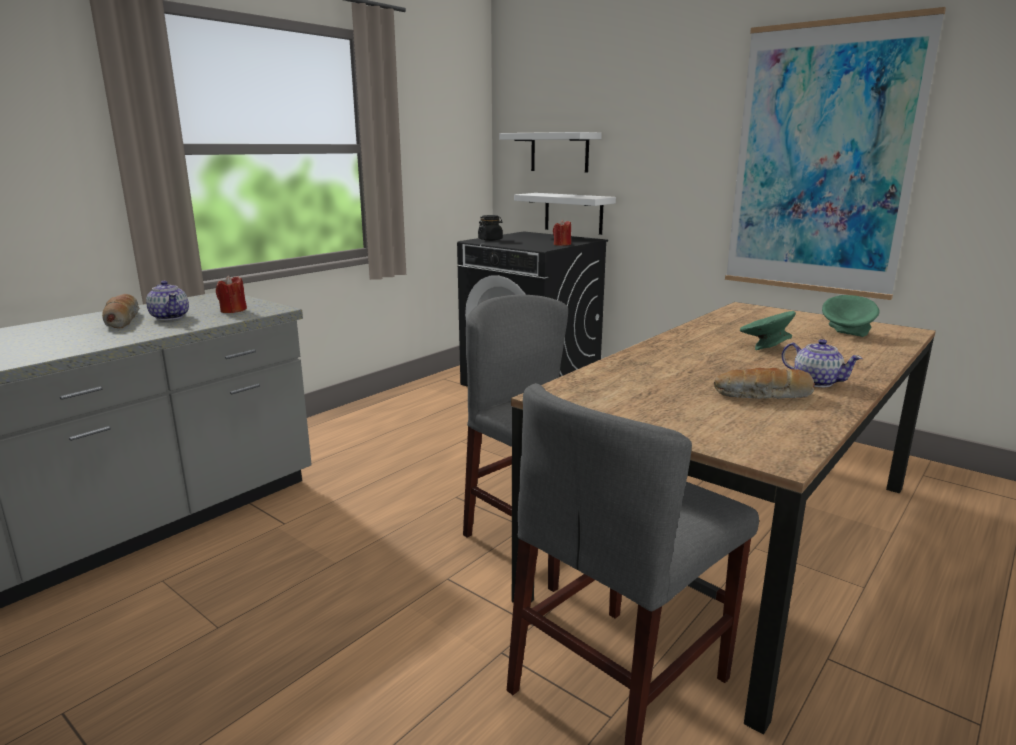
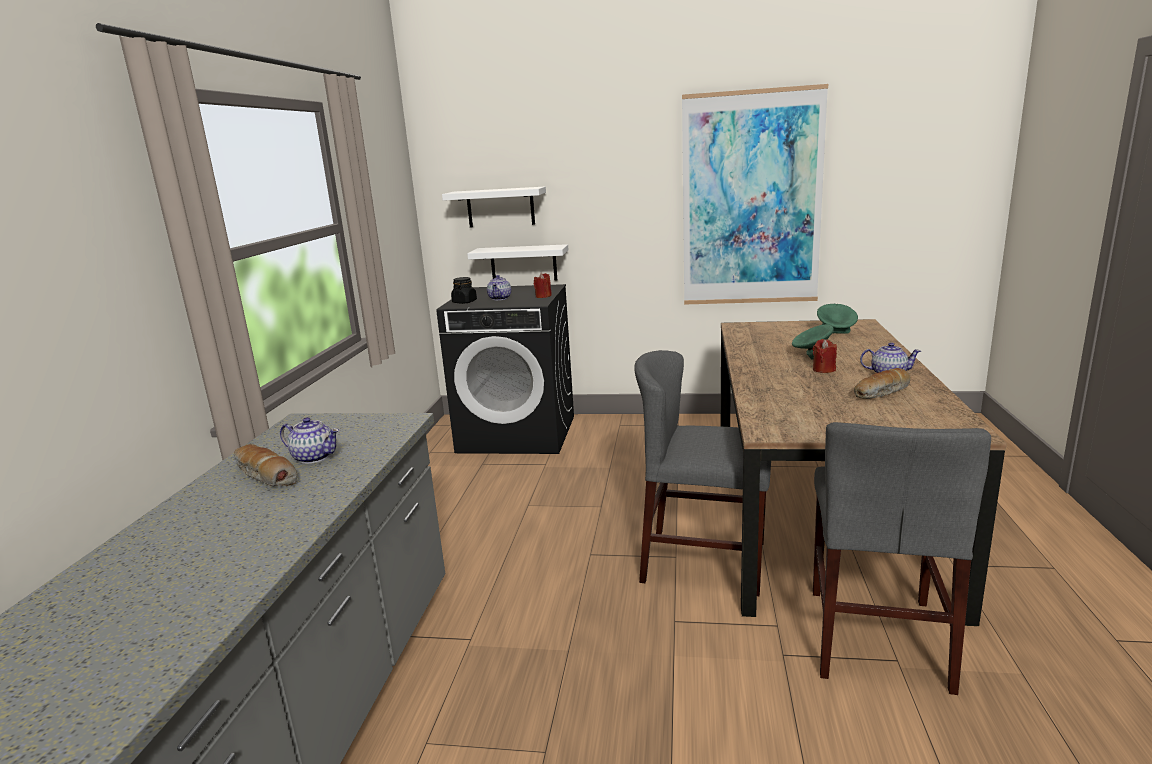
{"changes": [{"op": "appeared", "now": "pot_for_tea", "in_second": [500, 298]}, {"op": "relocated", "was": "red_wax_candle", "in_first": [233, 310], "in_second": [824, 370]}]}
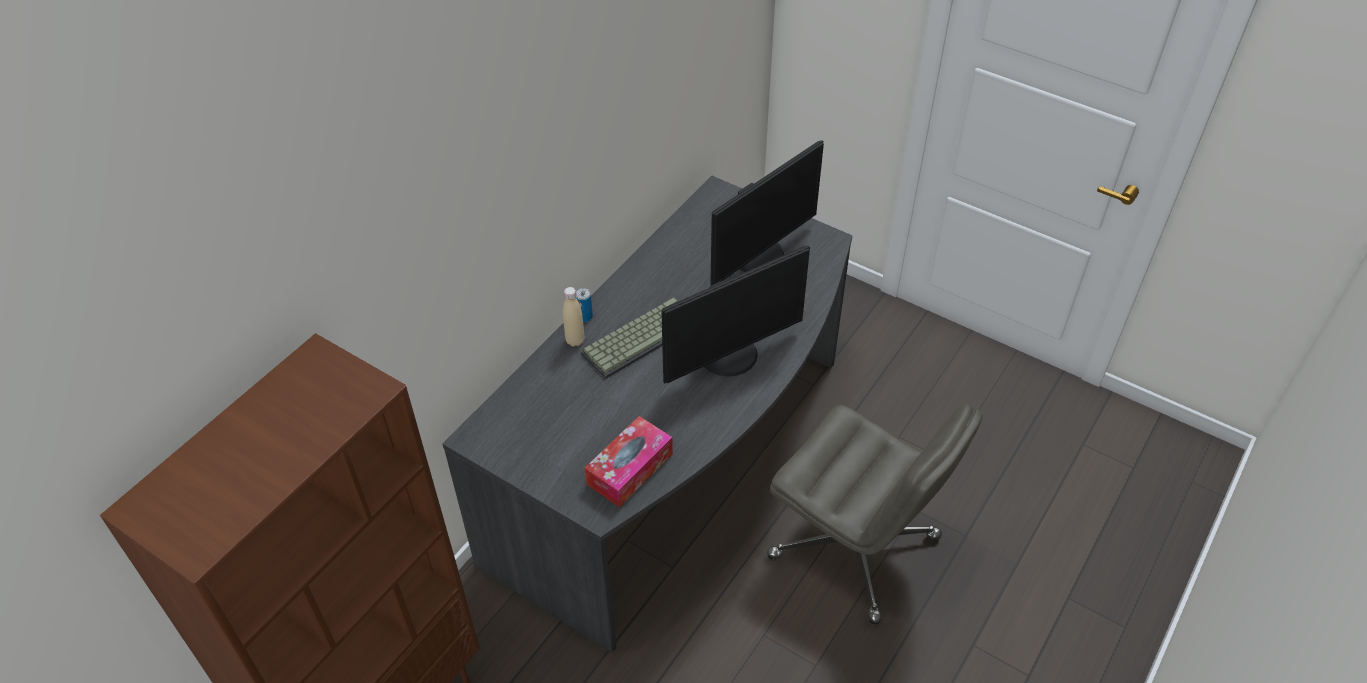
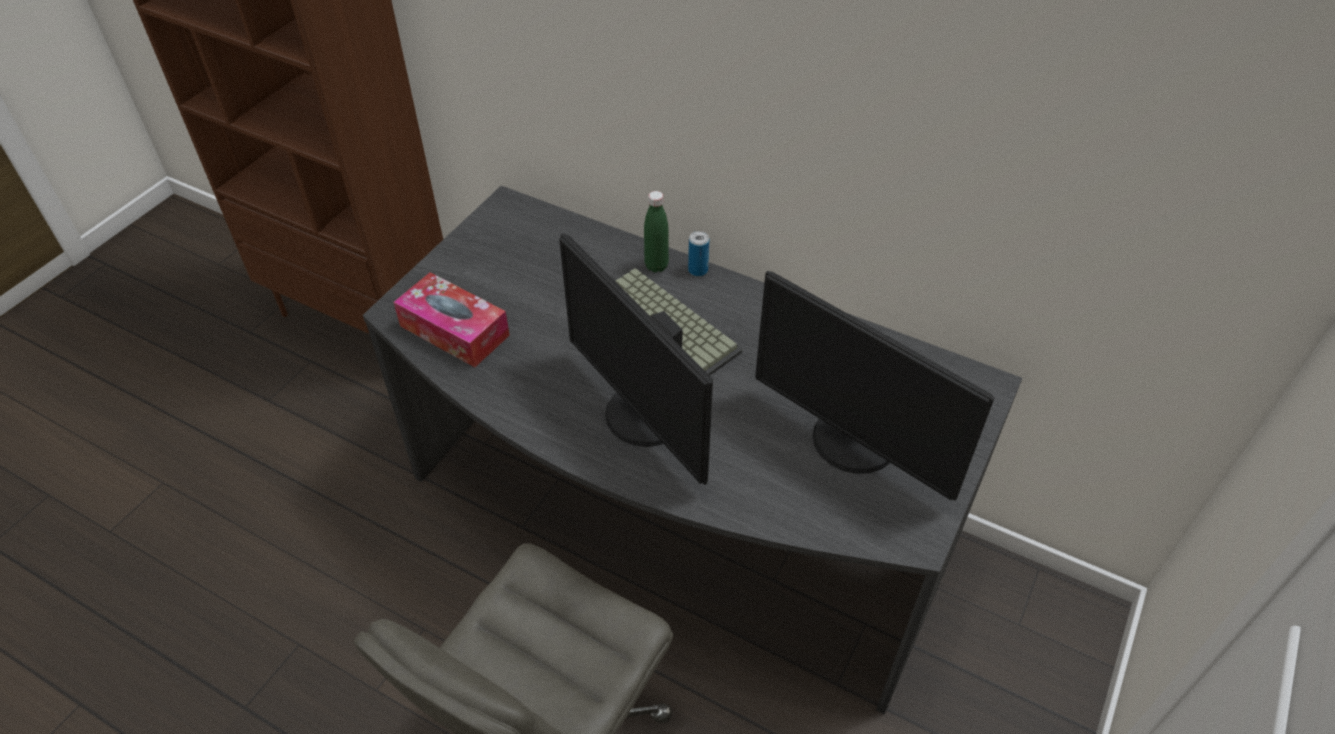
{"changes": [{"op": "colour", "was": "beige_bottle", "now": "greenish_bottle", "in_first": [575, 340], "in_second": [656, 266]}]}
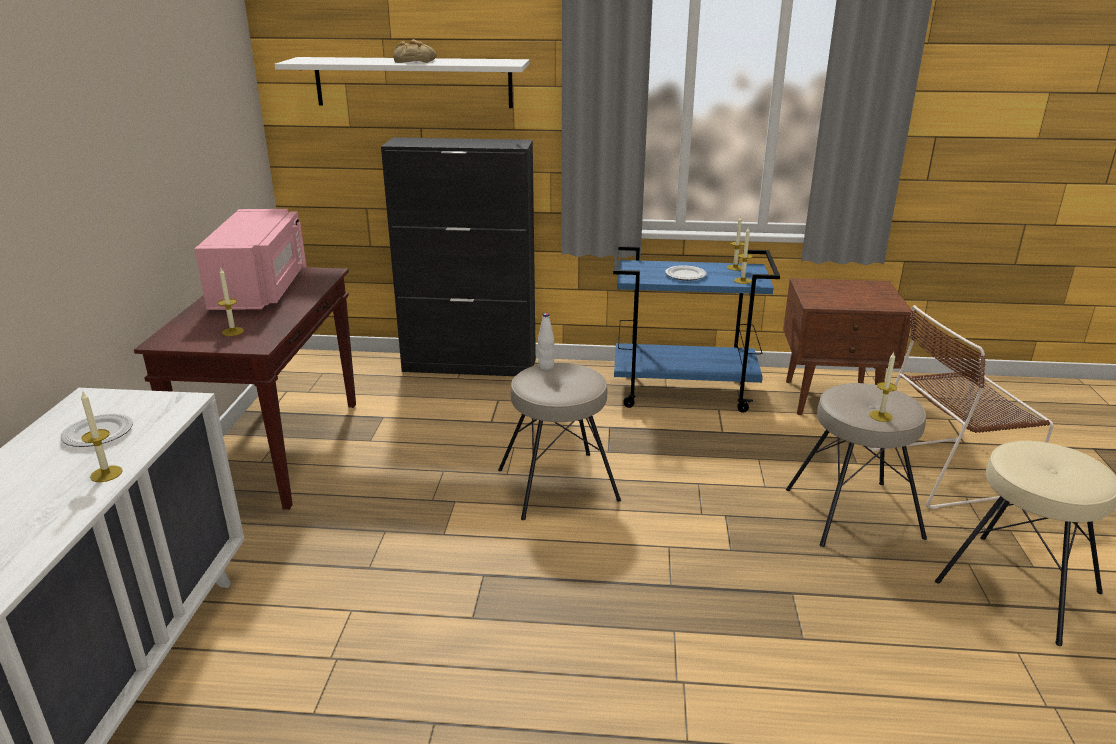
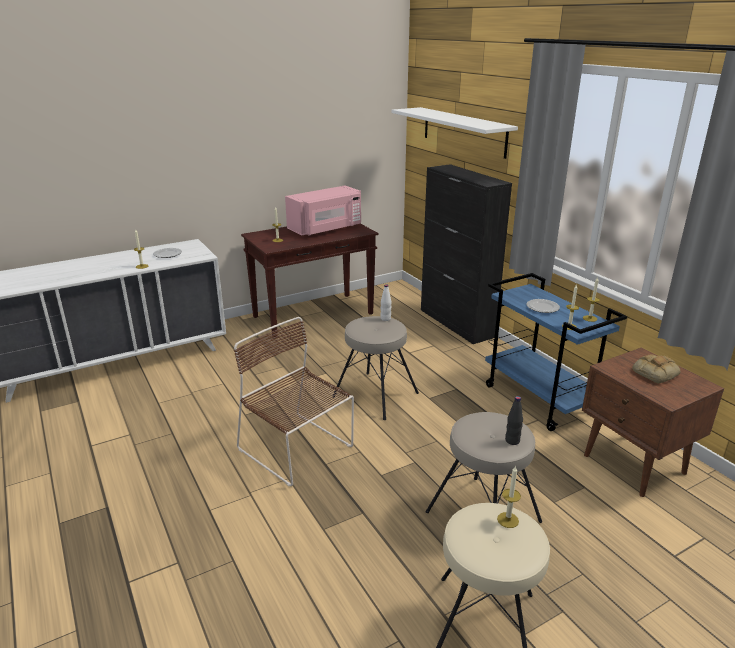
{"changes": [{"op": "relocated", "was": "brownish_chair", "in_first": [949, 471], "in_second": [297, 449]}, {"op": "relocated", "was": "wax_candle", "in_first": [881, 416], "in_second": [508, 520]}, {"op": "appeared", "now": "blackish_bottle", "in_second": [512, 441]}, {"op": "relocated", "was": "bakery_bread", "in_first": [414, 61], "in_second": [654, 372]}]}
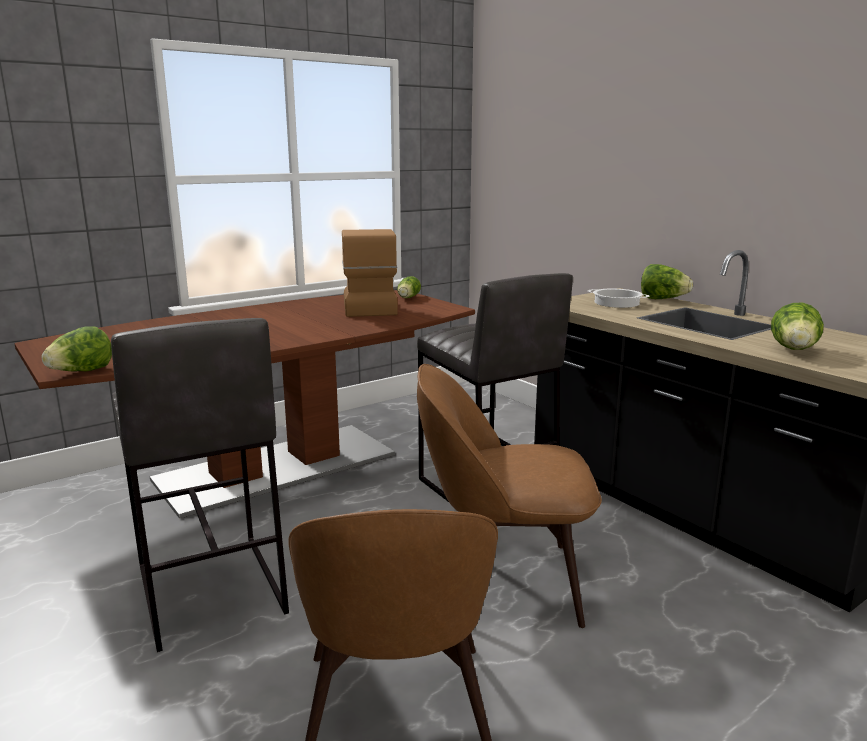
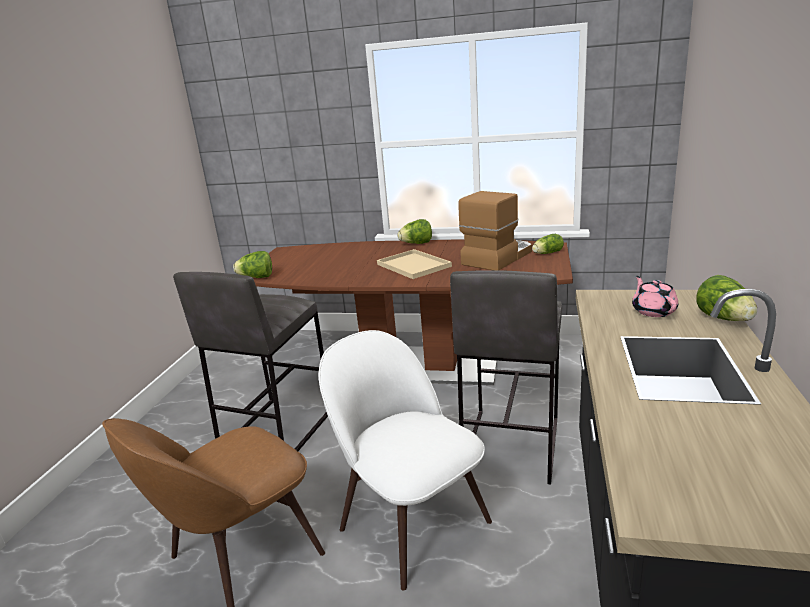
{"changes": [{"op": "colour", "was": "brownish_chair", "now": "white-coloured_chair", "in_first": [504, 581], "in_second": [410, 521]}, {"op": "appeared", "now": "beige_carrying_tray", "in_second": [415, 265]}, {"op": "relocated", "was": "head_of_lettuce", "in_first": [794, 350], "in_second": [416, 244]}, {"op": "exchanged", "was": "saucepot", "now": "pink_pot_for_tea", "in_first": [616, 303], "in_second": [653, 311]}]}
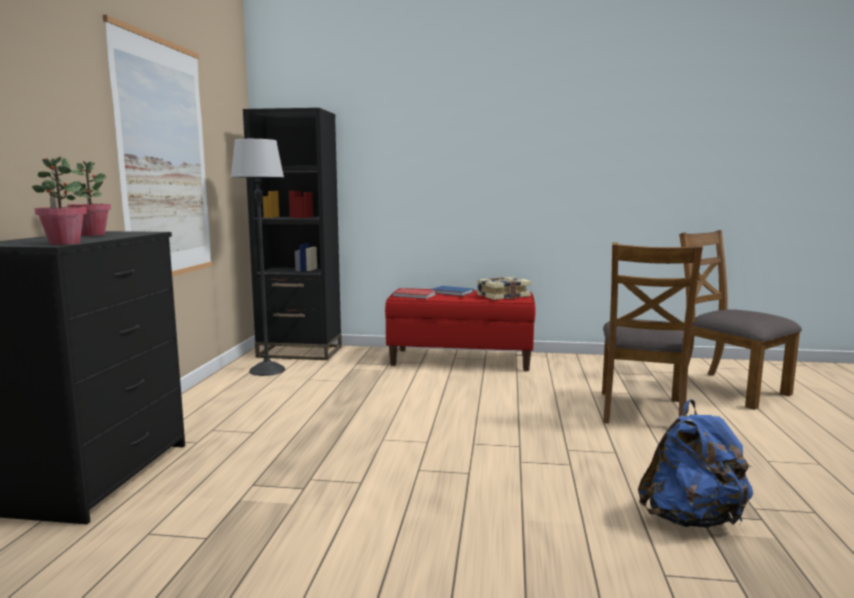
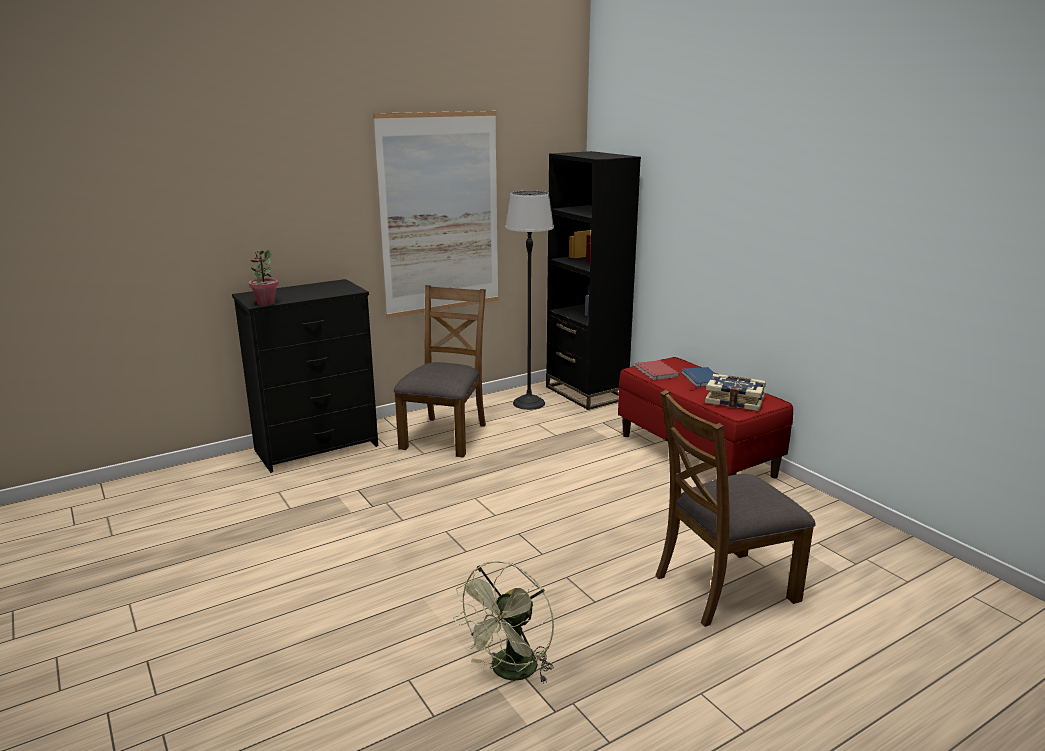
{"changes": [{"op": "relocated", "was": "brownish_chair", "in_first": [729, 389], "in_second": [445, 436]}, {"op": "exchanged", "was": "blue-coloured_backpack", "now": "greenish_cooling_fan", "in_first": [691, 519], "in_second": [510, 673]}, {"op": "missing", "was": "potted_plant", "in_first": [92, 234]}]}
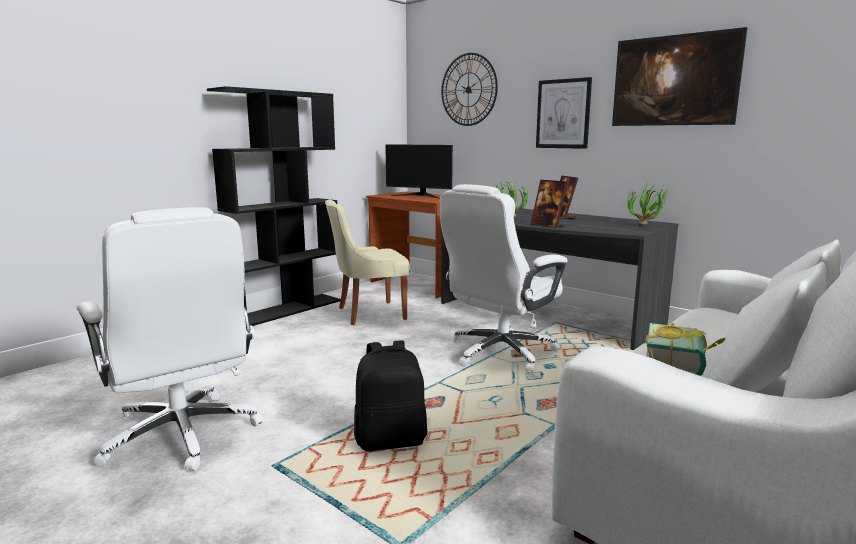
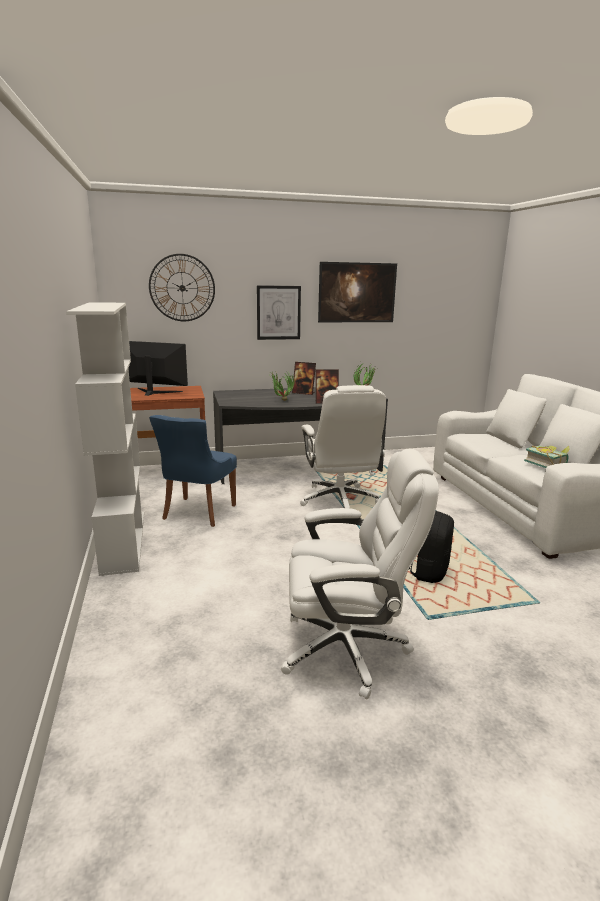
{"changes": [{"op": "colour", "was": "blackish_bookcase", "now": "white-coloured_bookcase", "in_first": [287, 310], "in_second": [123, 540]}, {"op": "spun", "was": "computer_display", "in_first": [419, 196], "in_second": [154, 392], "clockwise": -135}, {"op": "colour", "was": "beige_chair", "now": "blue-coloured_chair", "in_first": [368, 313], "in_second": [197, 513]}]}
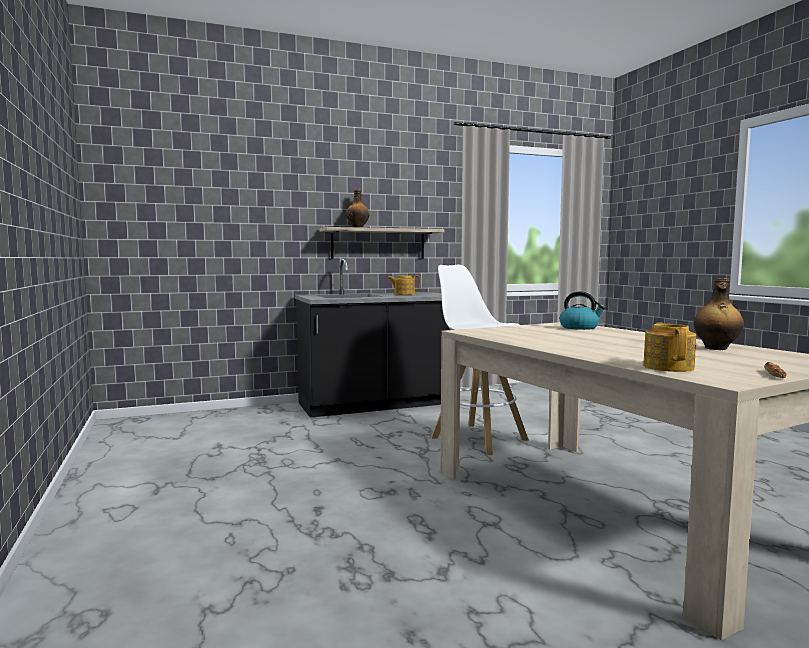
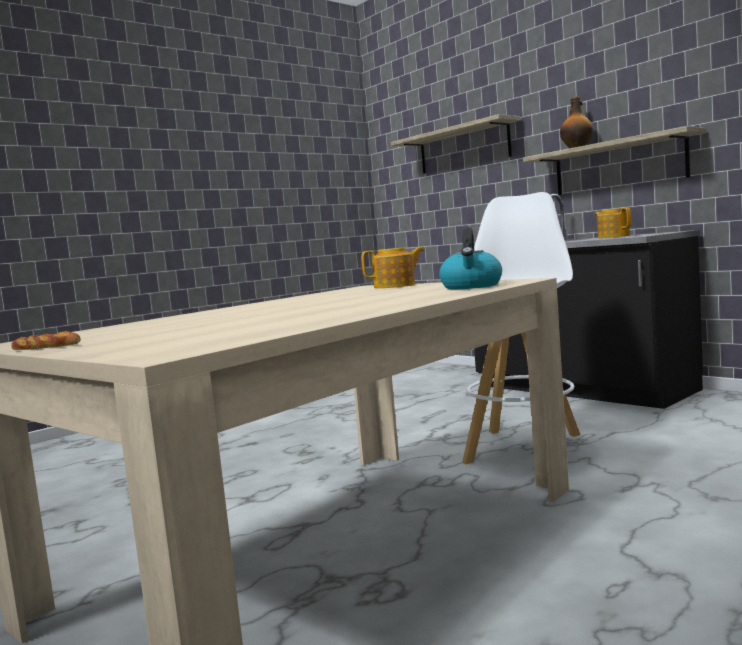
{"changes": [{"op": "relocated", "was": "pot_for_tea", "in_first": [668, 367], "in_second": [396, 286]}, {"op": "appeared", "now": "wall_shelf", "in_second": [463, 148]}, {"op": "missing", "was": "bottle", "in_first": [716, 348]}]}
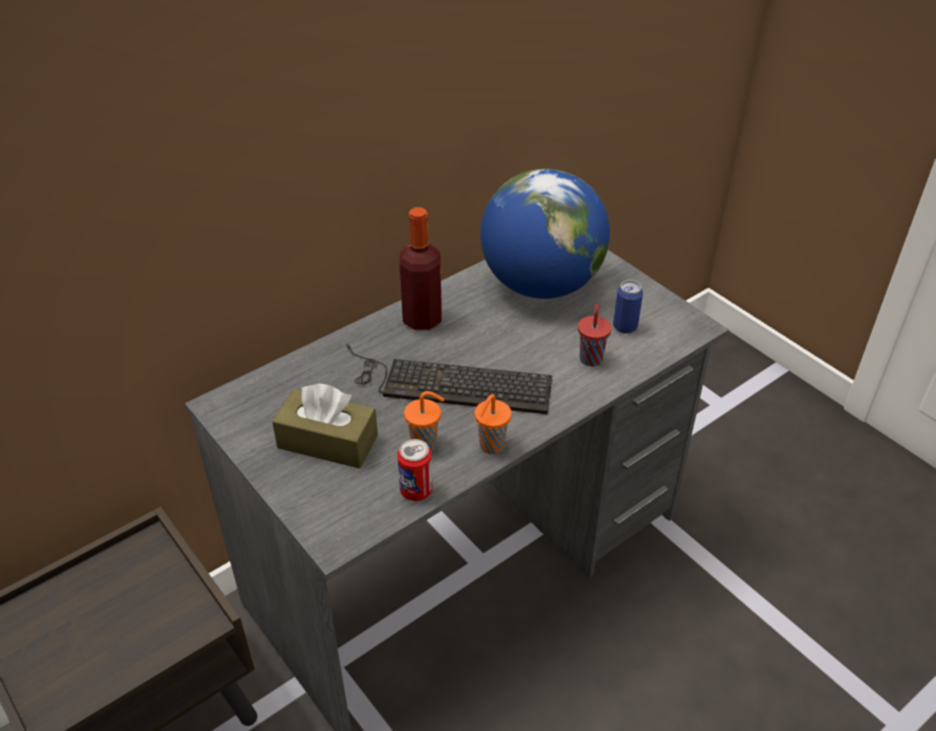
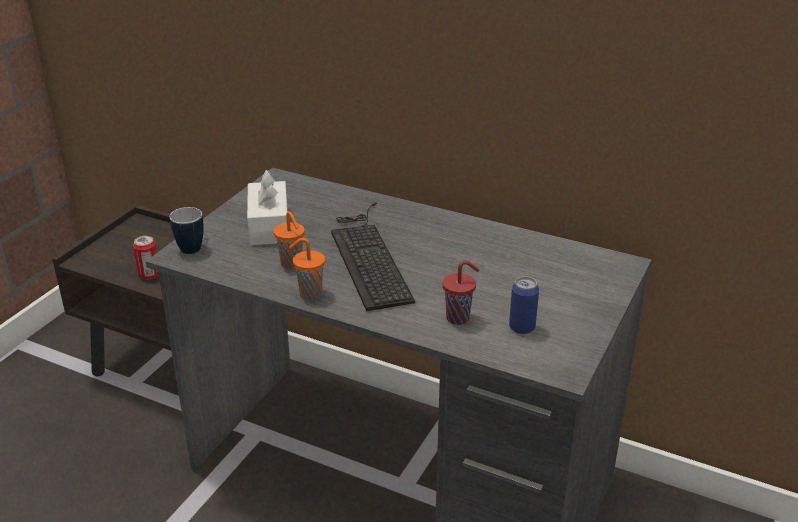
{"changes": [{"op": "relocated", "was": "sealed_can", "in_first": [416, 491], "in_second": [149, 275]}, {"op": "appeared", "now": "tea_mug", "in_second": [193, 246]}, {"op": "colour", "was": "brownish_tissue_holder", "now": "white-coloured_tissue_holder", "in_first": [327, 441], "in_second": [269, 226]}, {"op": "missing", "was": "bottle", "in_first": [422, 319]}, {"op": "missing", "was": "desk_globe", "in_first": [541, 285]}]}
